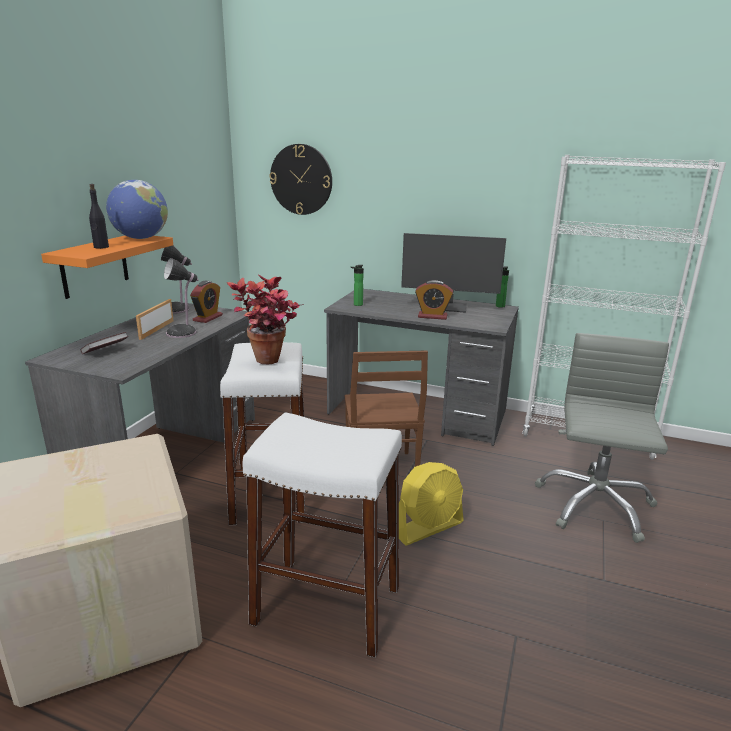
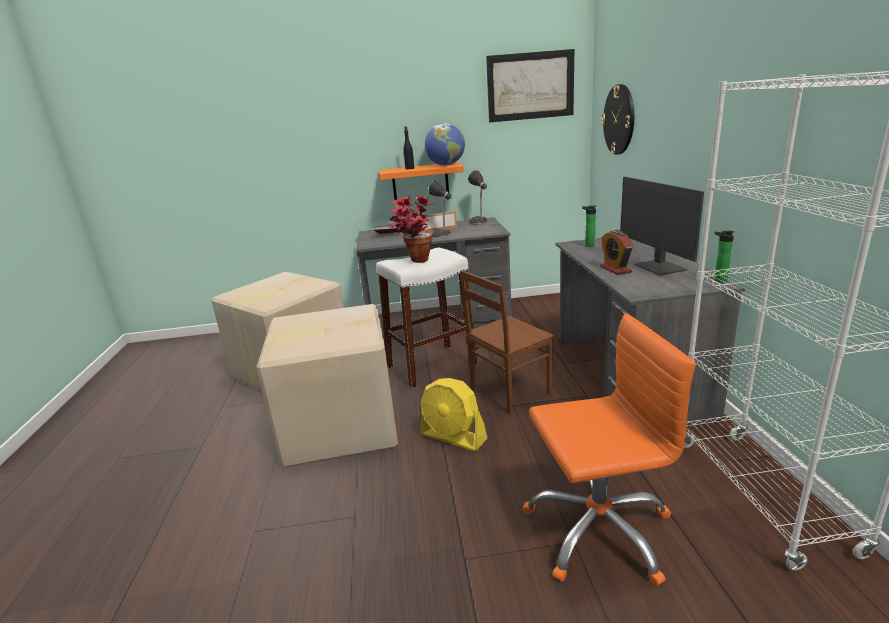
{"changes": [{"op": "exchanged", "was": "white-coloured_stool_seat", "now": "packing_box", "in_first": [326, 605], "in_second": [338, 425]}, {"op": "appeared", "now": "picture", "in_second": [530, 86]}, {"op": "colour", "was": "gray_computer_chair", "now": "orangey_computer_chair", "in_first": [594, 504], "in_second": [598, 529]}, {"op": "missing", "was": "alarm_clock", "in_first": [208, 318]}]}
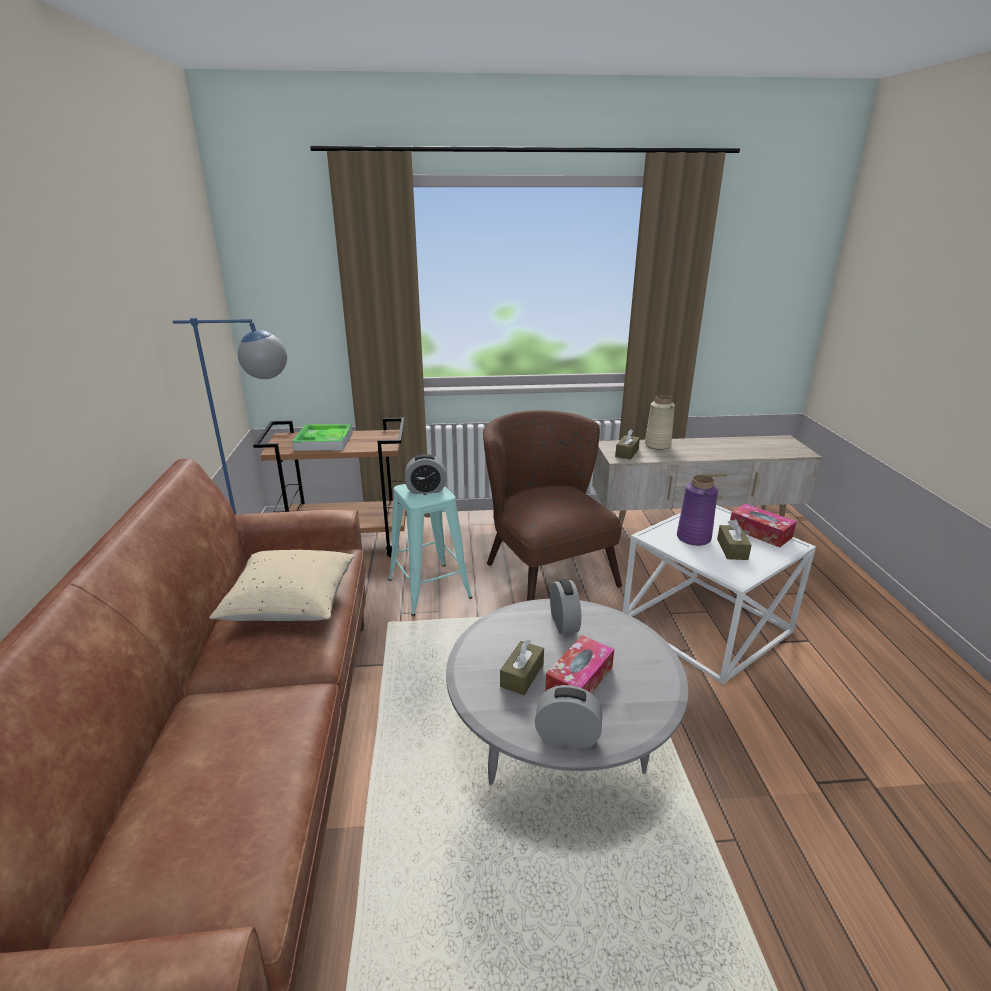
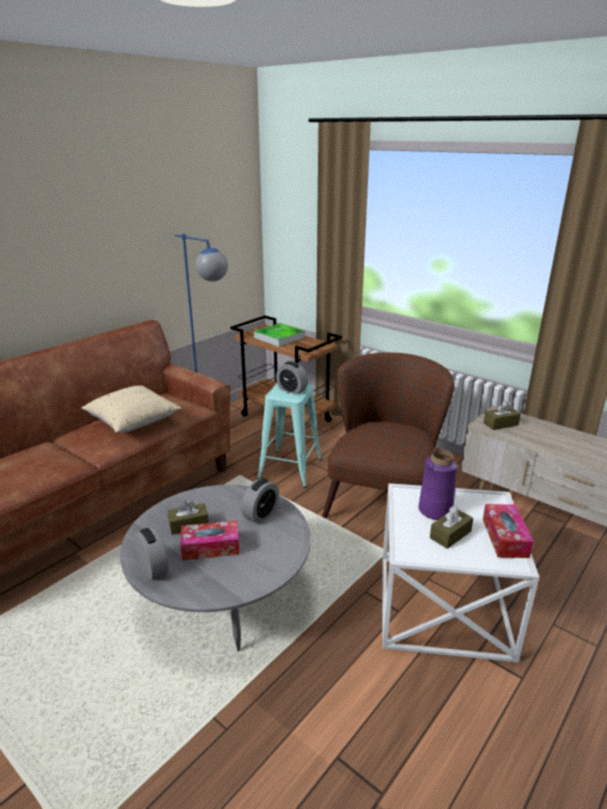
{"changes": [{"op": "missing", "was": "beige_vase", "in_first": [657, 445]}]}
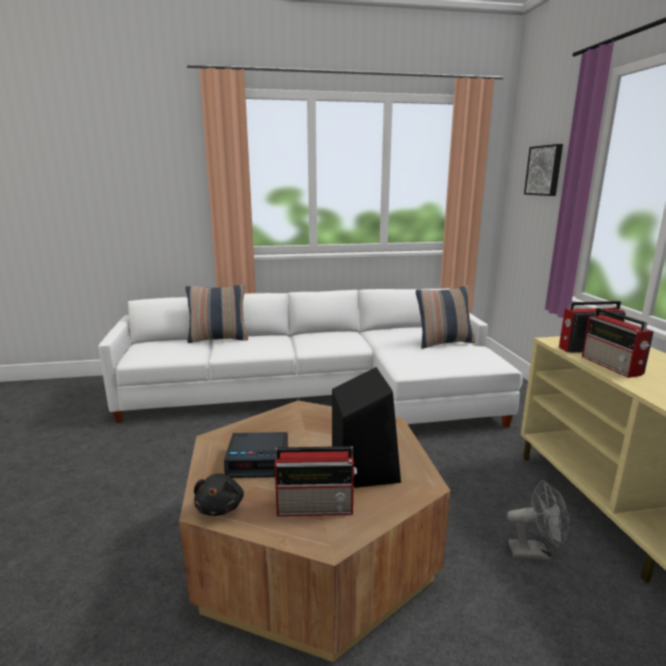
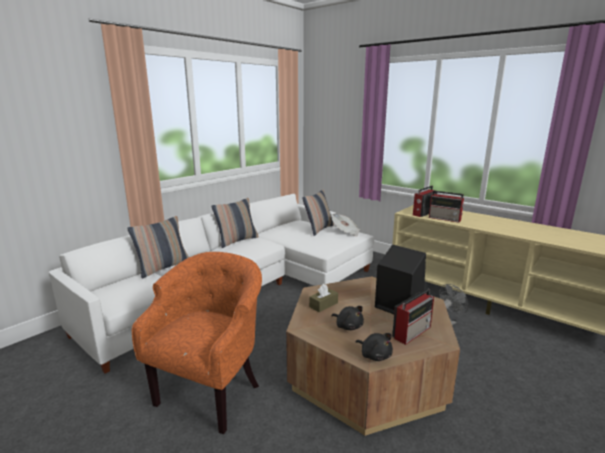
{"changes": [{"op": "appeared", "now": "orangey_armchair", "in_second": [212, 391]}, {"op": "appeared", "now": "throw_pillow", "in_second": [237, 241]}, {"op": "appeared", "now": "brownish_tissue_holder", "in_second": [323, 305]}, {"op": "appeared", "now": "daily_paper", "in_second": [346, 232]}, {"op": "exchanged", "was": "alarm_clock", "now": "blackish_soft_toy", "in_first": [259, 461], "in_second": [348, 326]}, {"op": "missing", "was": "picture", "in_first": [544, 170]}]}
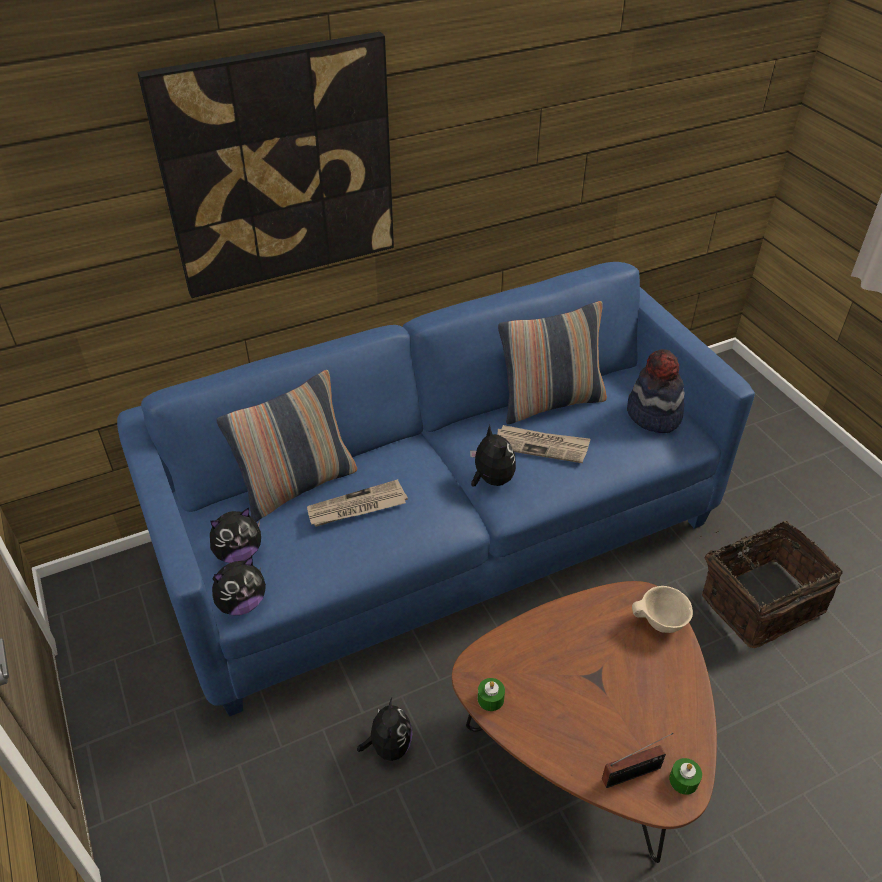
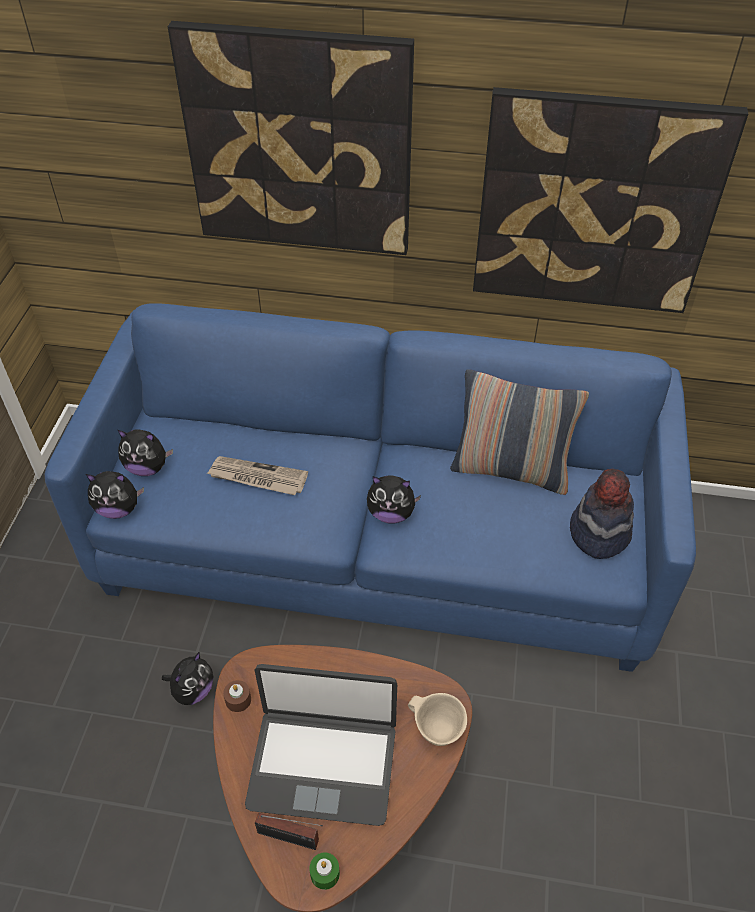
{"changes": [{"op": "colour", "was": "greenish_wax_candle", "now": "brownish_wax_candle", "in_first": [490, 699], "in_second": [238, 700]}, {"op": "appeared", "now": "laptop", "in_second": [323, 764]}, {"op": "spun", "was": "soft_toy", "in_first": [491, 479], "in_second": [391, 513], "clockwise": 90}, {"op": "appeared", "now": "picture", "in_second": [595, 205]}, {"op": "missing", "was": "throw_pillow", "in_first": [297, 485]}, {"op": "missing", "was": "daily_paper", "in_first": [541, 446]}, {"op": "missing", "was": "basket", "in_first": [759, 601]}]}
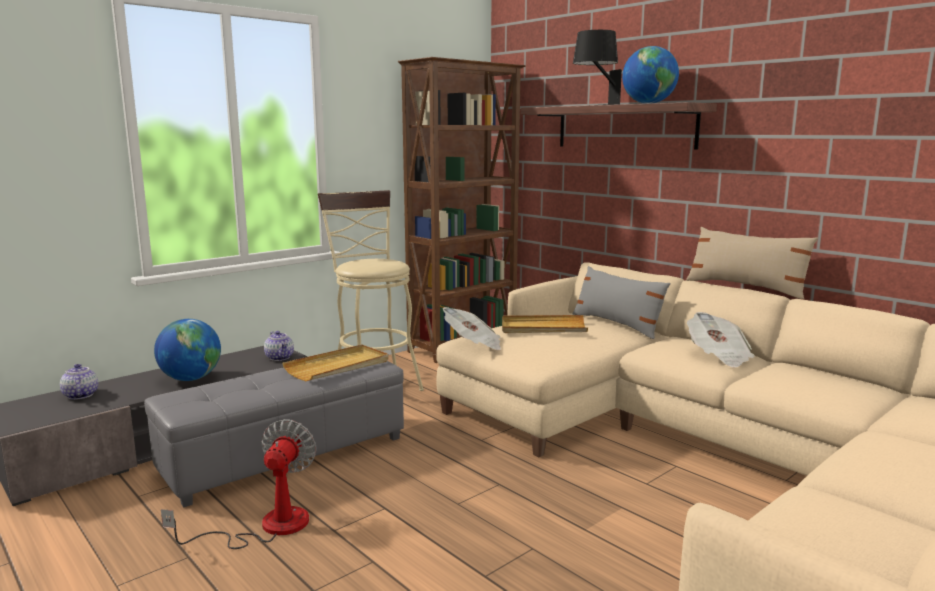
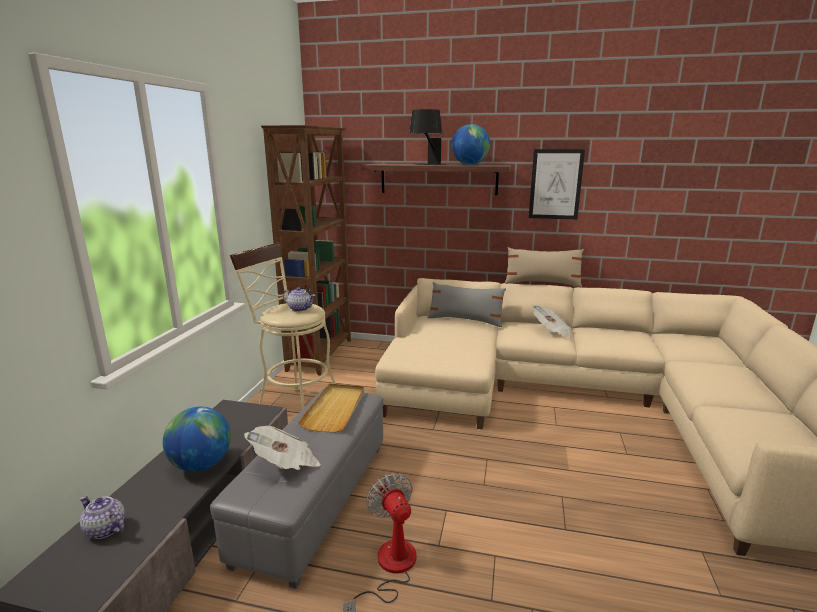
{"changes": [{"op": "relocated", "was": "daily_paper", "in_first": [473, 344], "in_second": [285, 464]}, {"op": "relocated", "was": "pot_for_tea", "in_first": [280, 357], "in_second": [300, 309]}, {"op": "appeared", "now": "picture", "in_second": [555, 184]}, {"op": "missing", "was": "beige_carrying_tray", "in_first": [543, 328]}]}
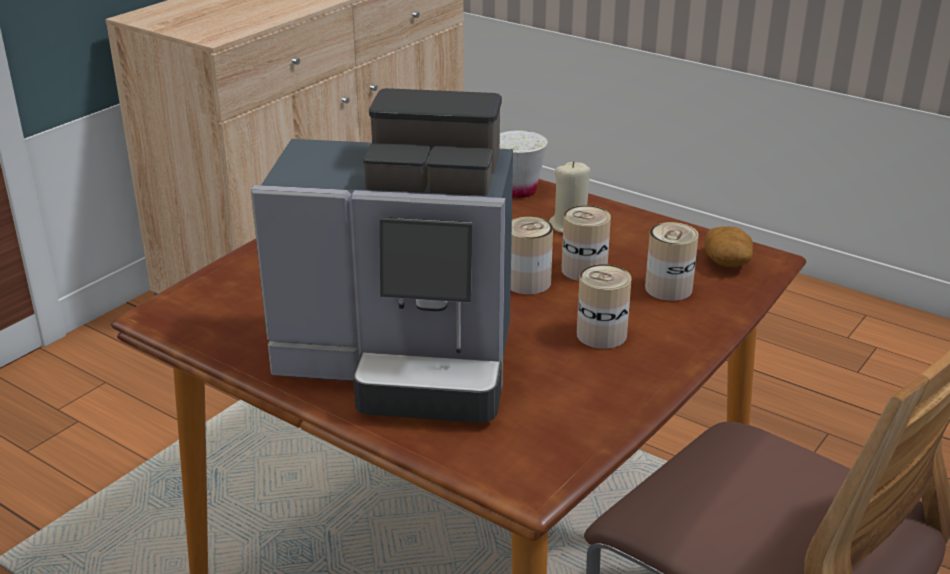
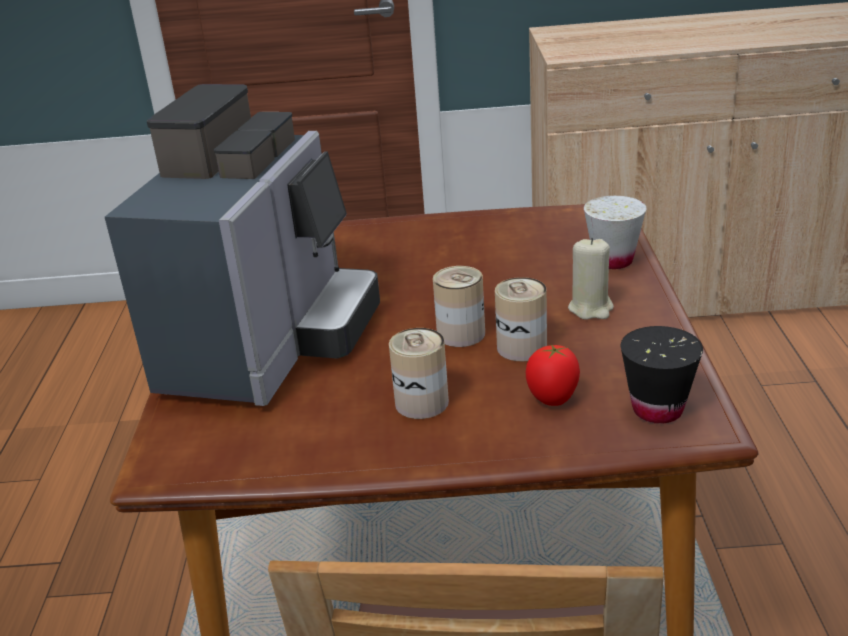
{"changes": [{"op": "spun", "was": "coffee_machine", "in_first": [404, 364], "in_second": [270, 343], "clockwise": -135}, {"op": "exchanged", "was": "sealed_can", "now": "tomato", "in_first": [668, 288], "in_second": [553, 400]}, {"op": "exchanged", "was": "potato", "now": "blackish_small_cup", "in_first": [727, 262], "in_second": [657, 409]}]}
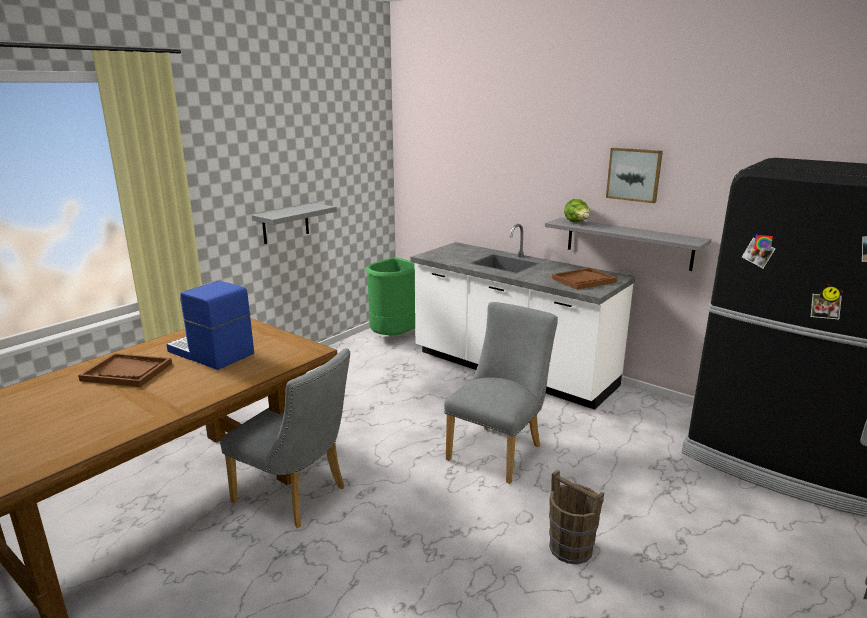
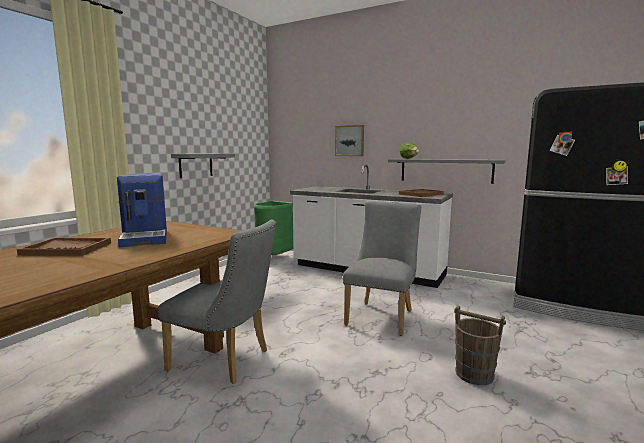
{"changes": [{"op": "spun", "was": "coffee_machine", "in_first": [210, 353], "in_second": [146, 237], "clockwise": -135}, {"op": "relocated", "was": "picture", "in_first": [634, 174], "in_second": [350, 141]}]}
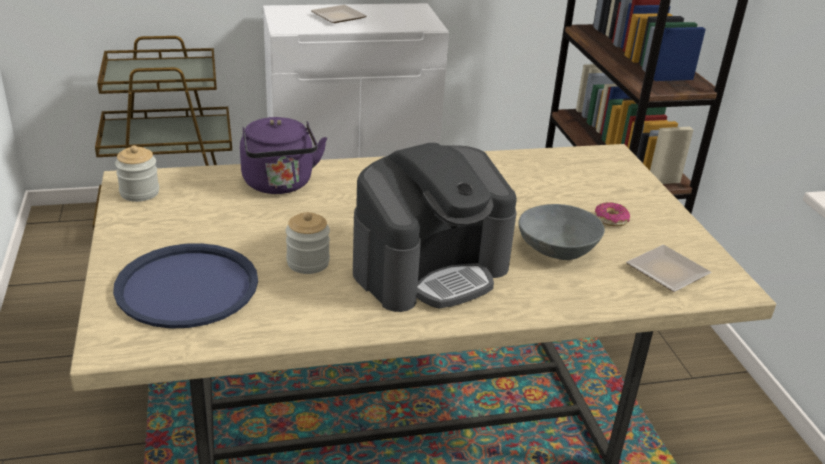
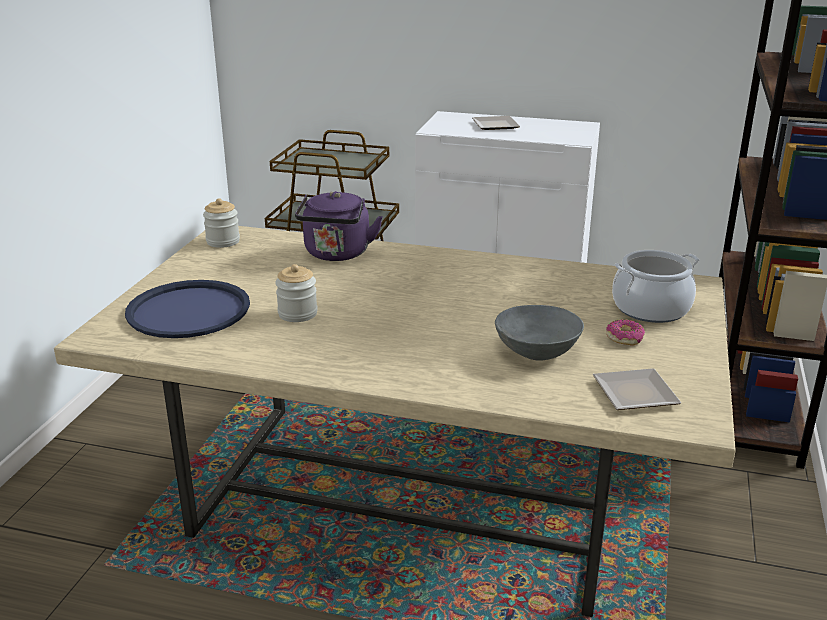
{"changes": [{"op": "appeared", "now": "saucepot", "in_second": [651, 308]}, {"op": "missing", "was": "coffee_machine", "in_first": [430, 269]}]}
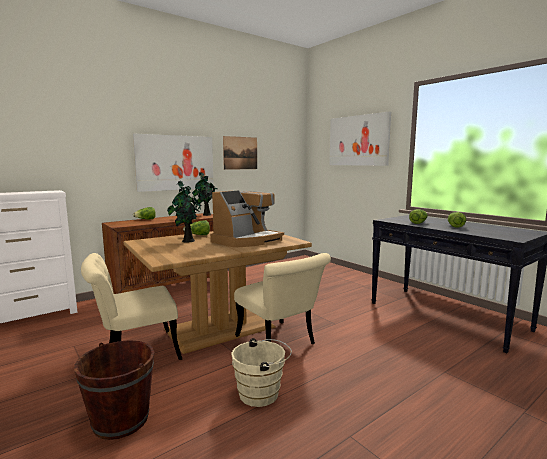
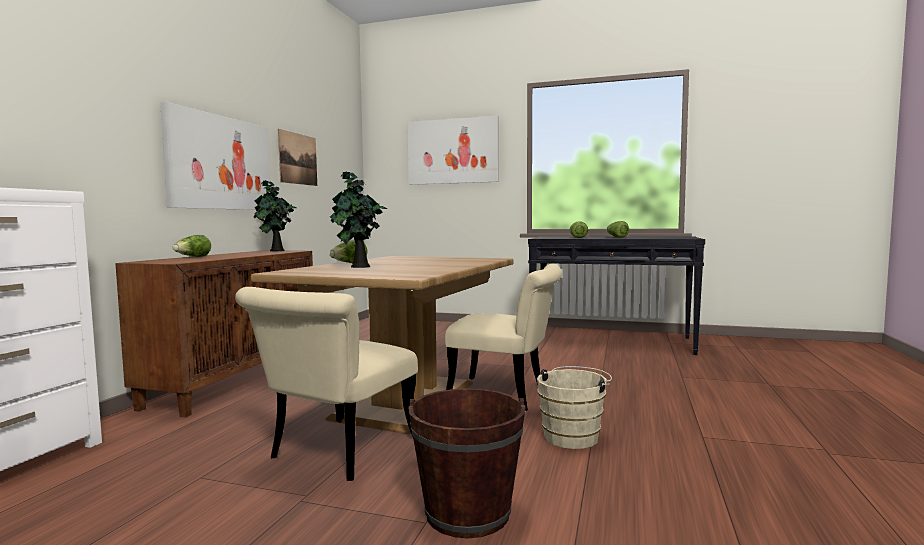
{"changes": [{"op": "missing", "was": "coffee_machine", "in_first": [247, 241]}]}
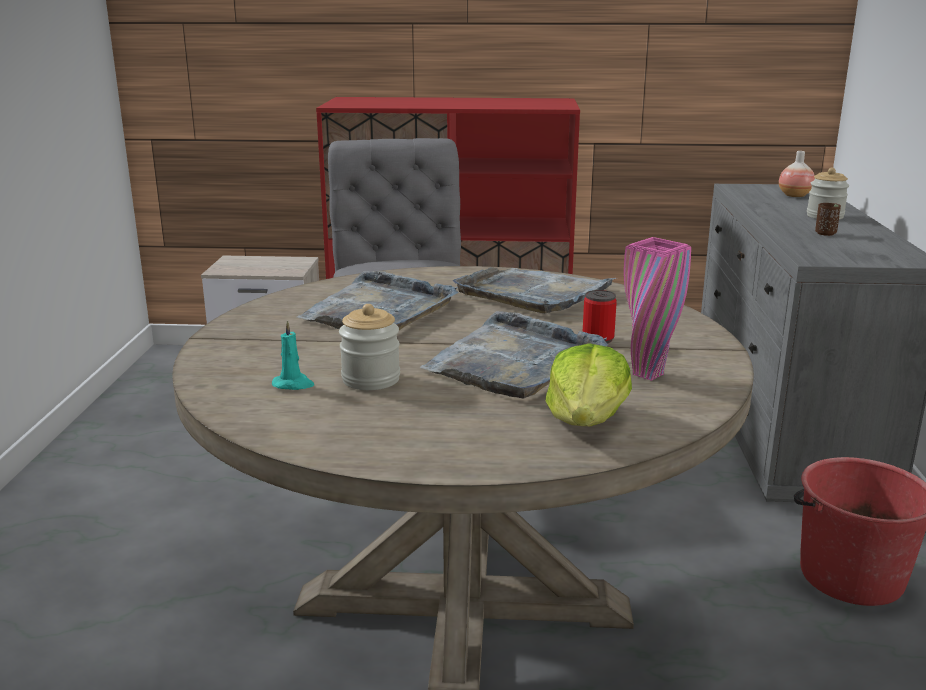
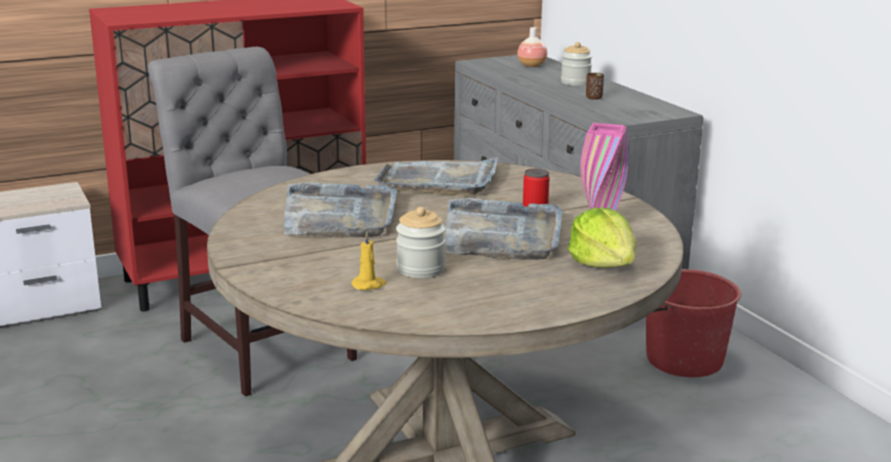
{"changes": [{"op": "colour", "was": "turquoise_wax_candle", "now": "yellow_wax_candle", "in_first": [294, 384], "in_second": [369, 285]}]}
